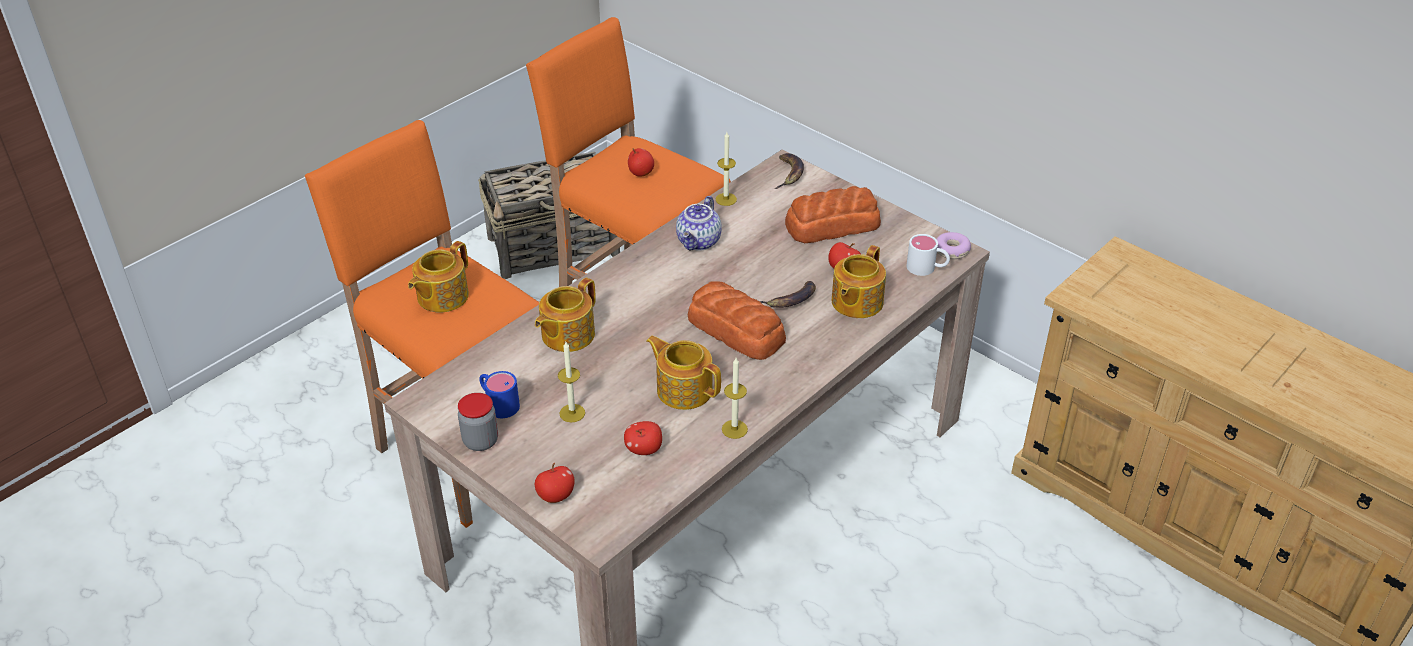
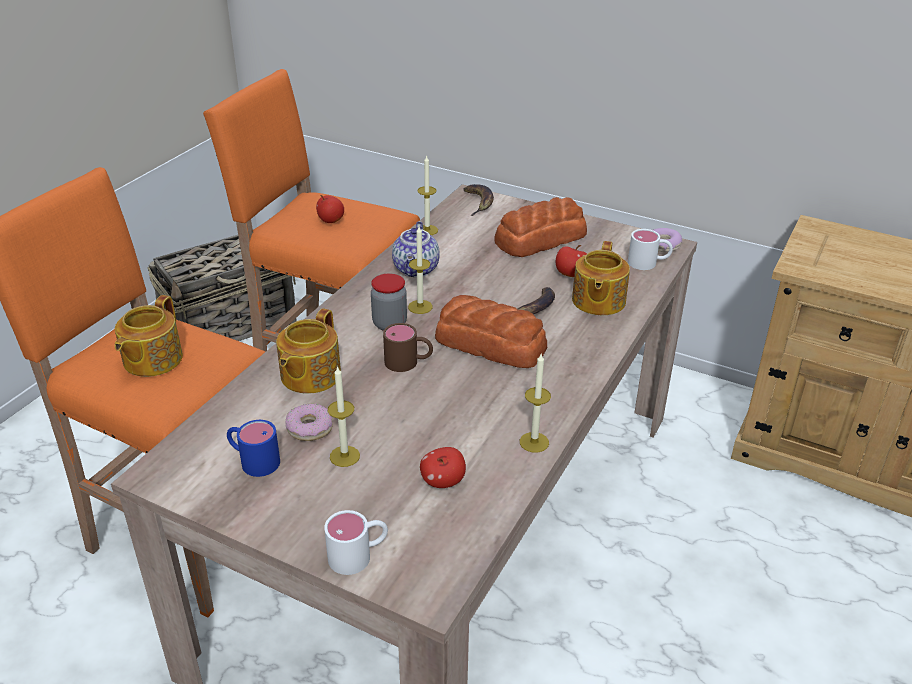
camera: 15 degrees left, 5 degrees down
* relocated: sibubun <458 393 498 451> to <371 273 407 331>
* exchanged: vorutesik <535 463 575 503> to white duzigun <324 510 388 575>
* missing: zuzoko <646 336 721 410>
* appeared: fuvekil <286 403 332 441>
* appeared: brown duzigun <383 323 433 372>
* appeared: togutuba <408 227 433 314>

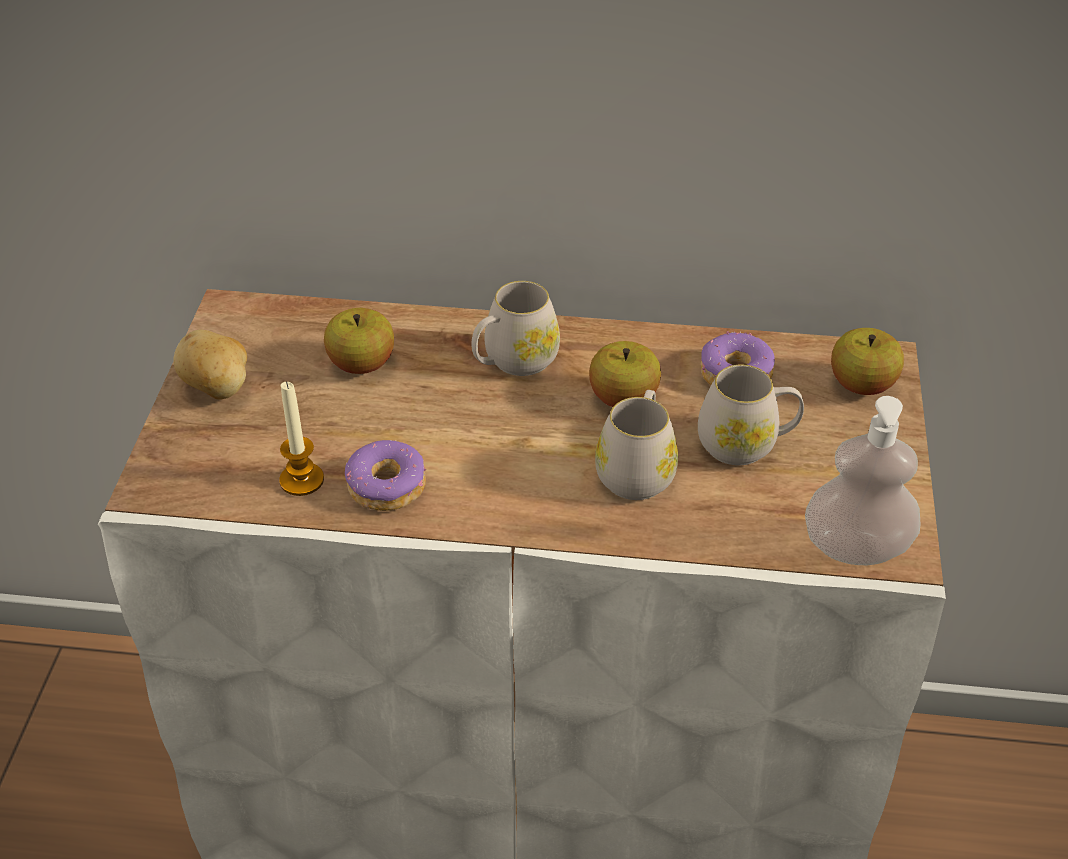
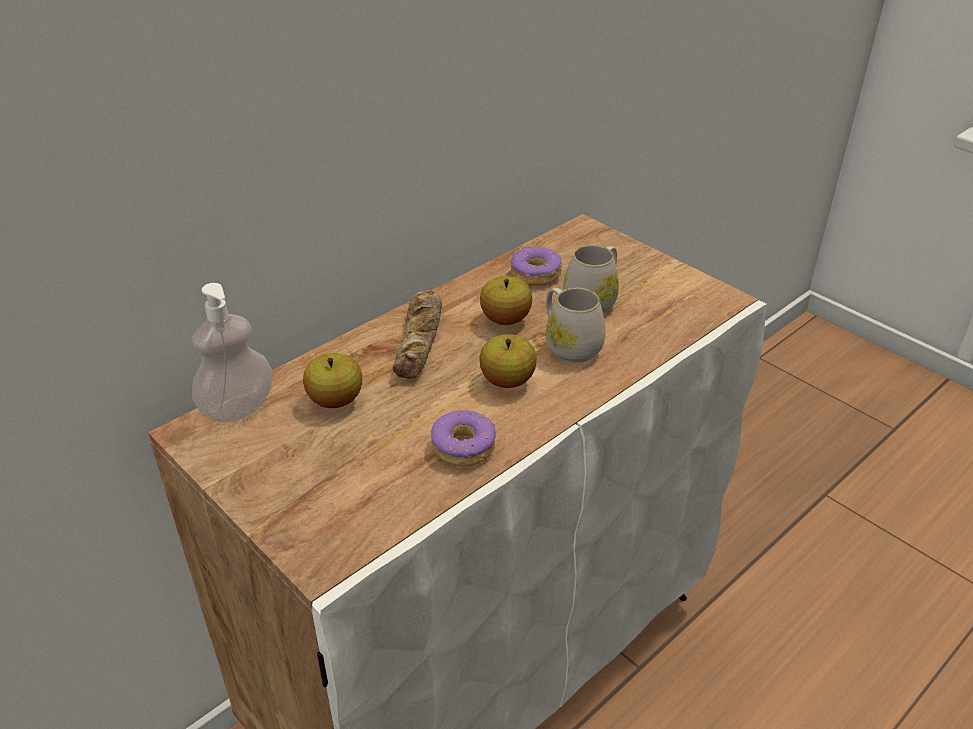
camera: 50 degrees left, 5 degrees down
* missing: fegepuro <173 330 247 400>
* missing: togutuba <279 381 324 496>
* exchanged: white duzigun <471 281 560 376> to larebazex <393 290 442 379>
* relocated: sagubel <805 396 921 565> to <192 283 273 422>
* relocated: vorutesik <831 328 904 395> to <479 334 537 388>

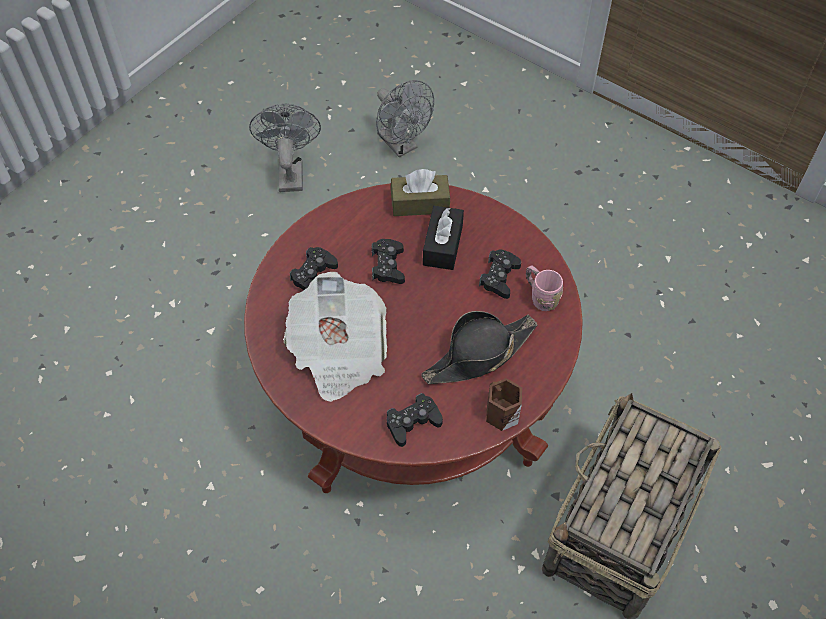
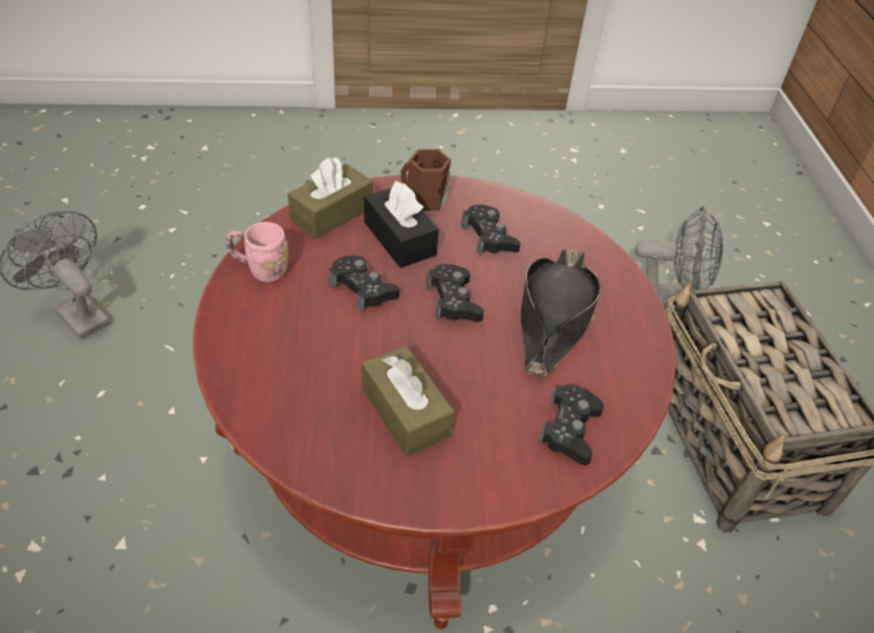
camera: 45 degrees left, 10 degrees down
* exchanged: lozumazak <283 272 387 402> to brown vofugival <362 346 455 457>
* relocated: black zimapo <290 247 338 290> to <426 264 484 322>
* relocated: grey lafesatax <376 80 434 157> to <635 206 723 311>
* relocated: brown duzigun <486 378 522 431> to <401 149 451 211>
* relocated: pink duzigun <526 266 563 311> to <225 222 288 282>

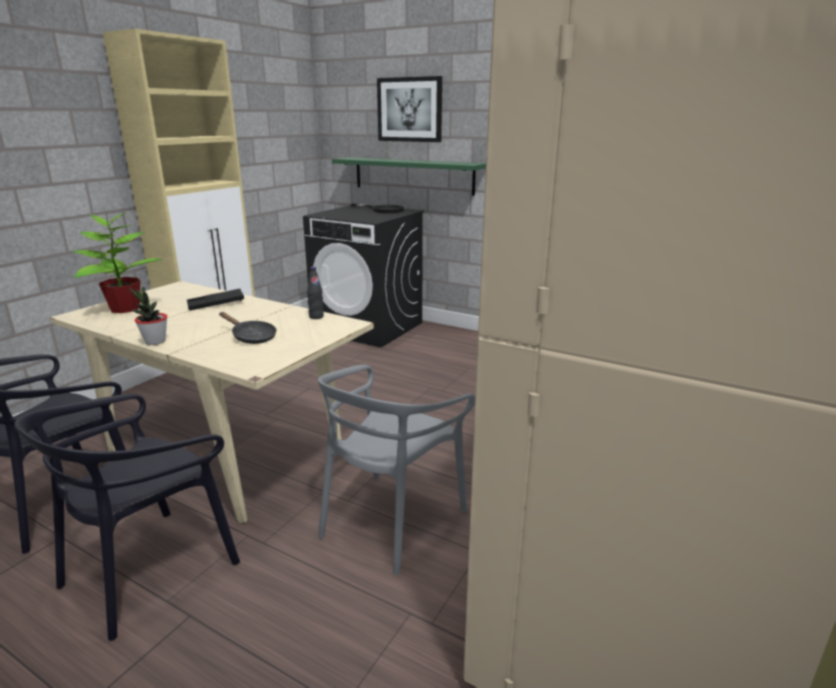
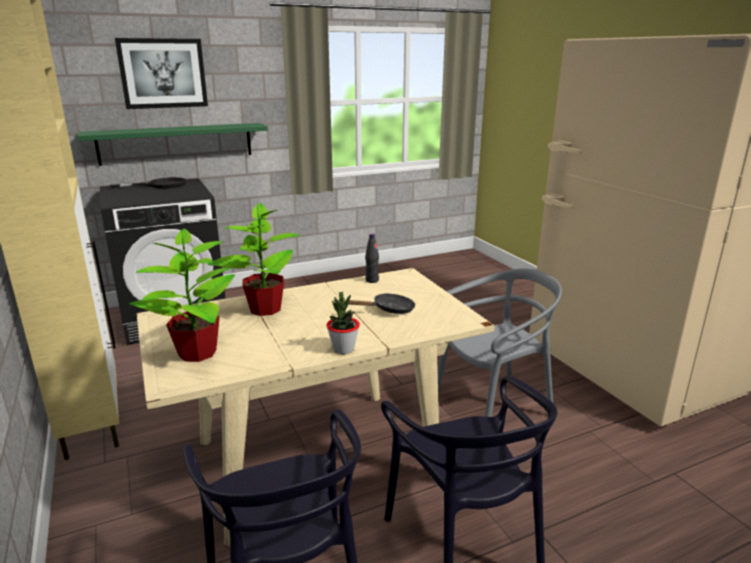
camera: 55 degrees left, 0 degrees up
* exchanged: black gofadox <187 289 244 310> to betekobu <208 201 301 316>
* spun: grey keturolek <318 365 475 575> = <438 268 562 417> 90 degrees counterclockwise

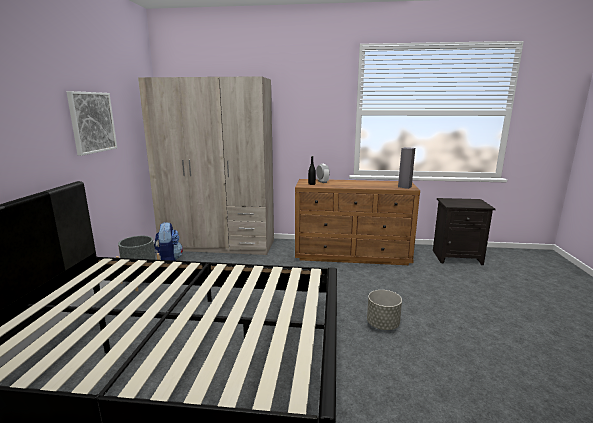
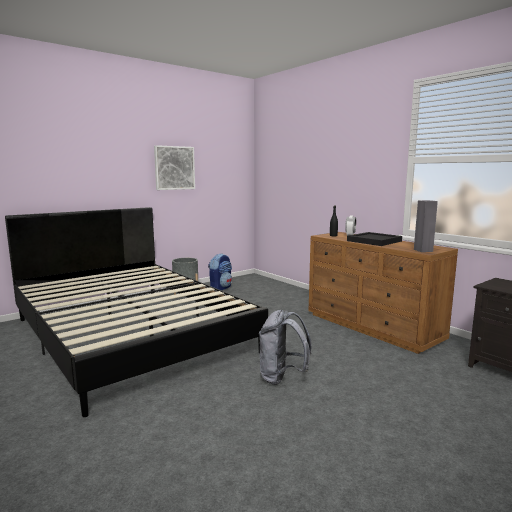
camera: 45 degrees right, 5 degrees down
* missing: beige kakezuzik <138 76 274 255>
* exchanged: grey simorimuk <367 290 402 330> to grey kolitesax <259 310 312 385>
* appeared: black gofadox <347 232 402 246>

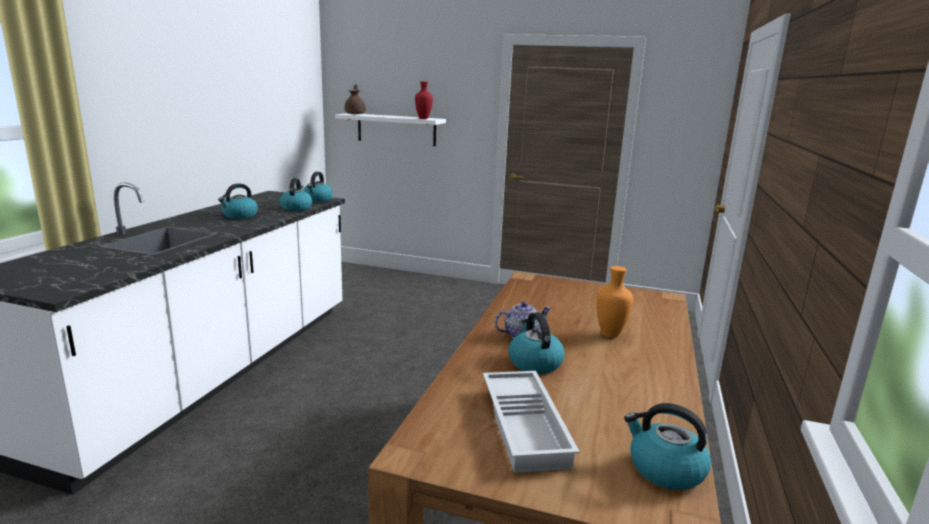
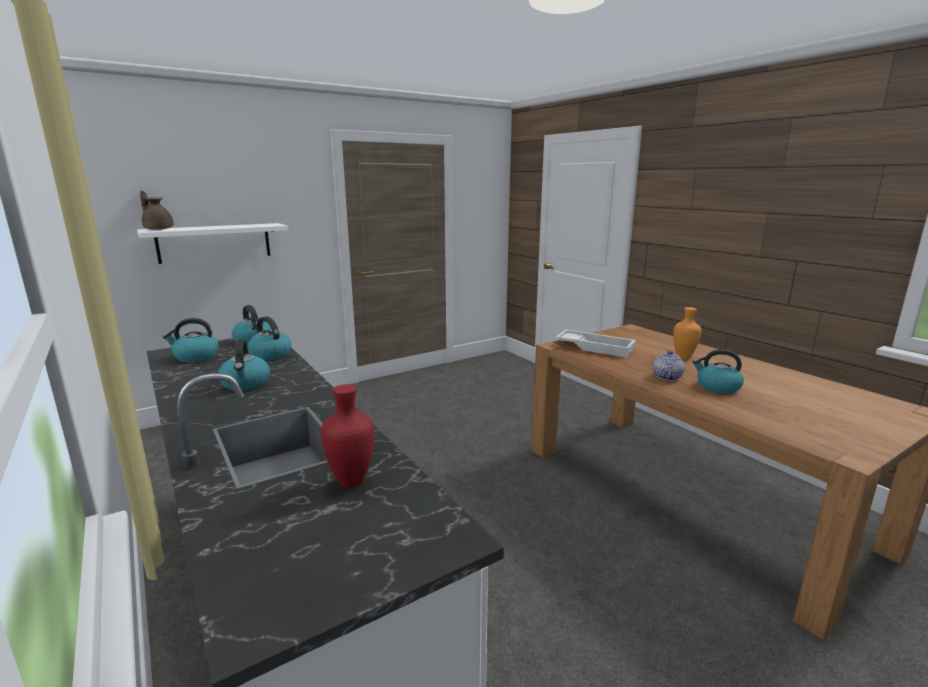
camera: 50 degrees left, 0 degrees up
* relocated: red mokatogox <415 81 433 119> to <321 384 374 488>
* relocated: white gofadox <483 371 580 473> to <556 330 636 357>
* relocated: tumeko <624 403 711 490> to <163 318 219 362>

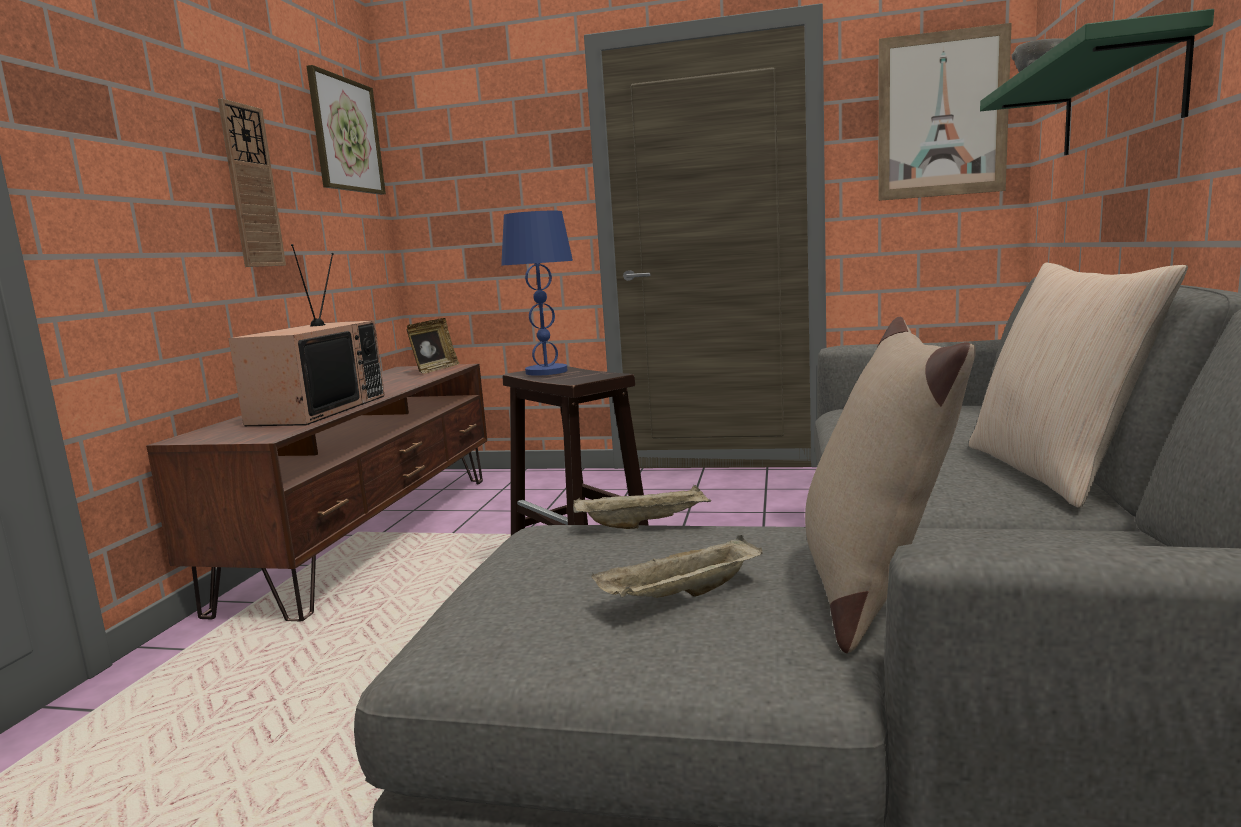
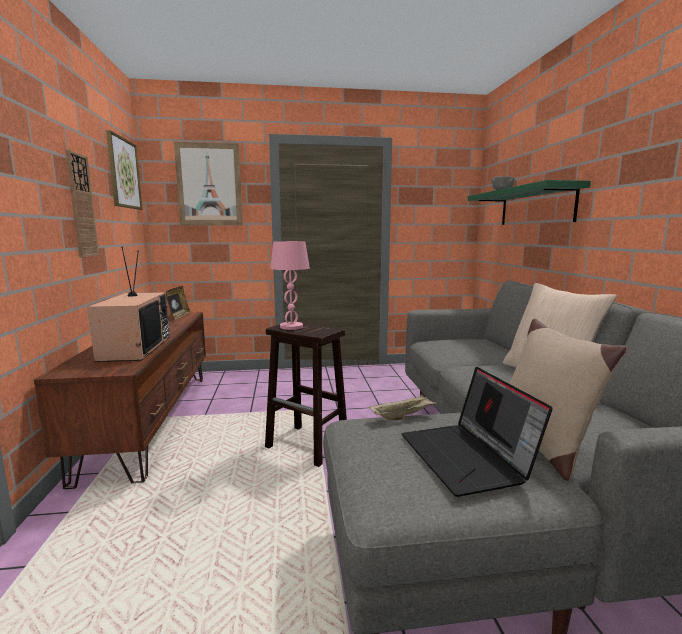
camera: 20 degrees left, 0 degrees up
* colour: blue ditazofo <501 211 573 376> to pink ditazofo <270 241 310 330>
* exchanged: beige gofadox <592 535 763 598> to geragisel <402 367 553 497>
* relocated: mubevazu <878 23 1012 201> to <174 142 243 226>

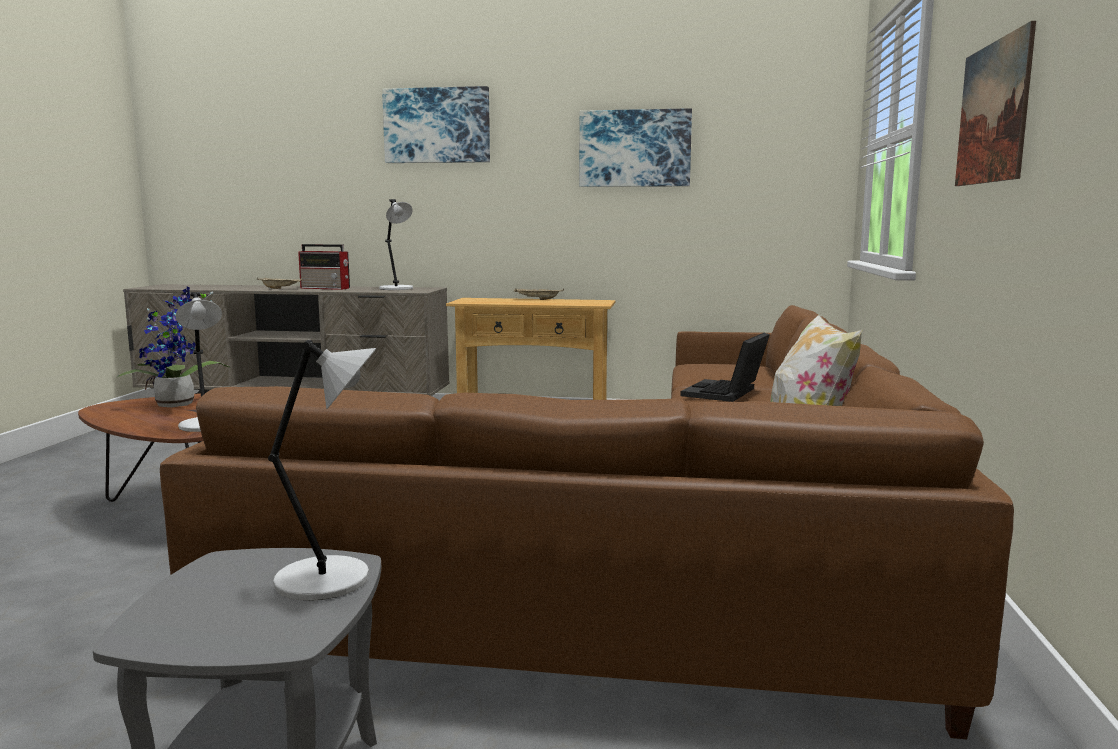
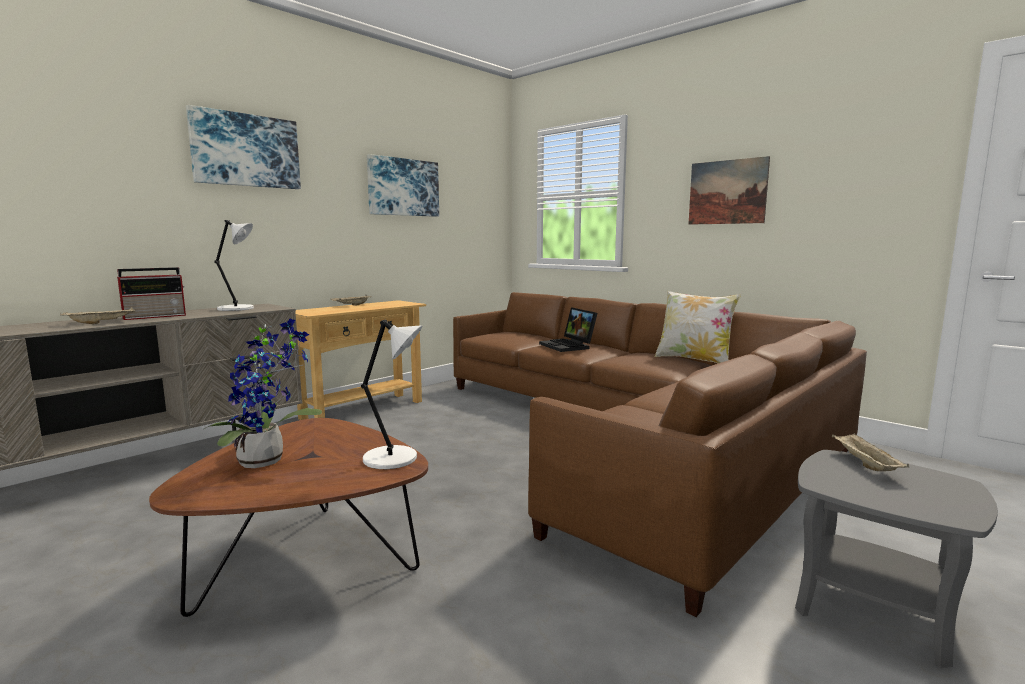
camera: 55 degrees left, 0 degrees up
* exchanged: grey ditazofo <268 340 376 601> to beige gofadox <832 433 909 471>

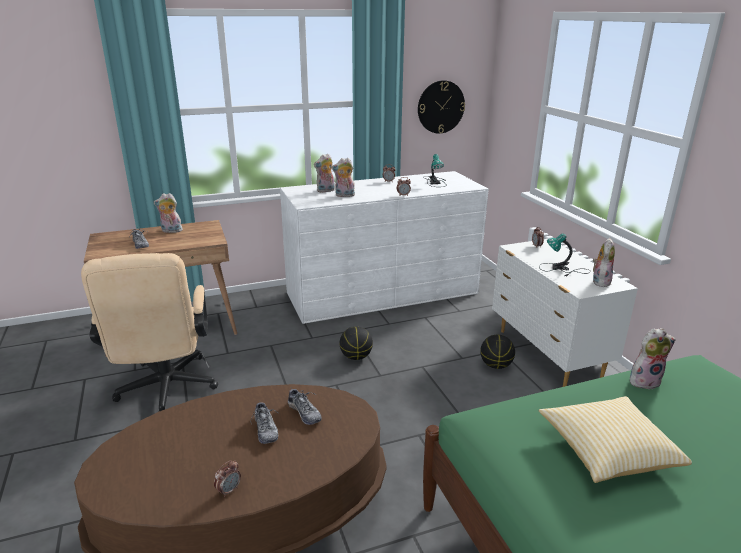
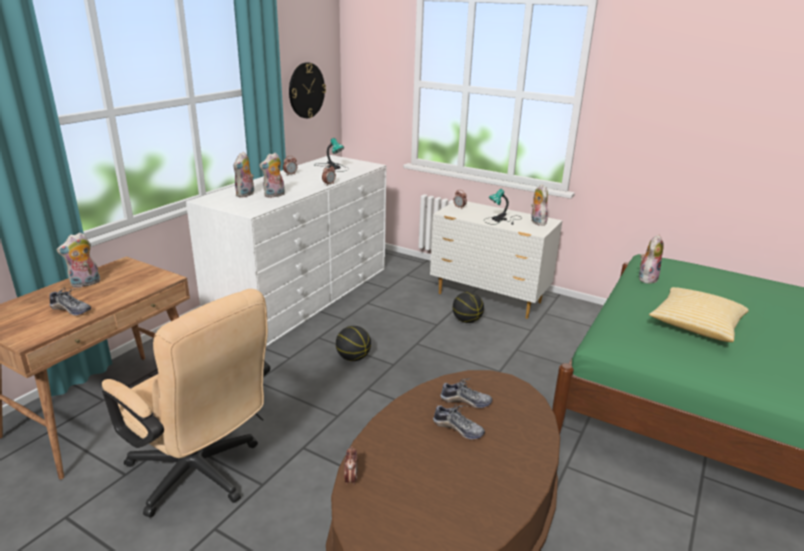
camera: 40 degrees left, 0 degrees up
* relocated: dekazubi <214 460 241 498> to <344 446 358 486>

